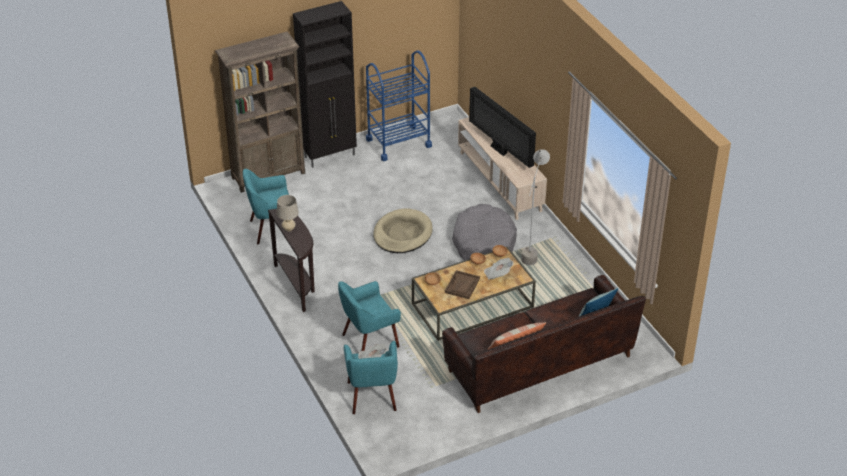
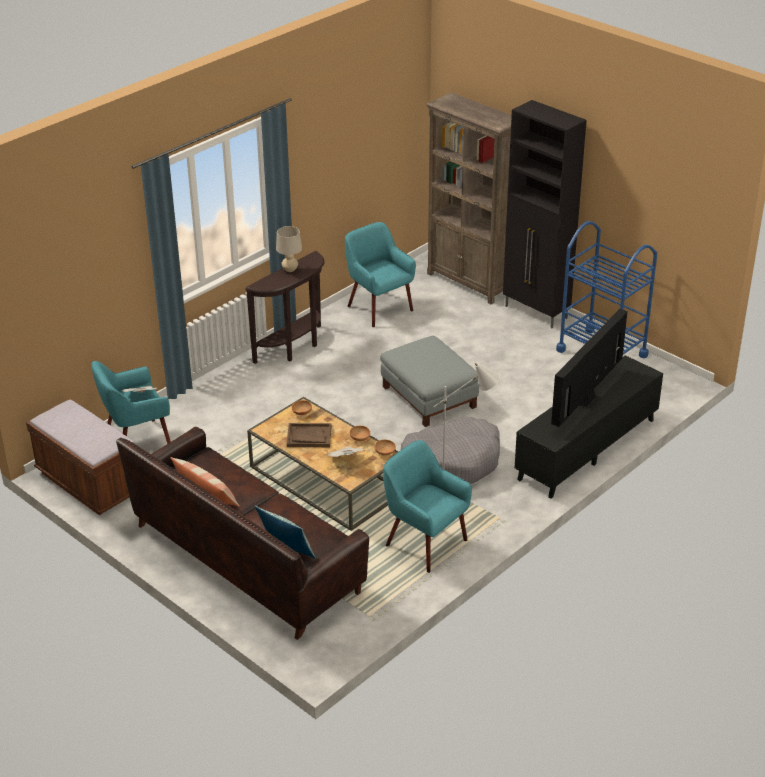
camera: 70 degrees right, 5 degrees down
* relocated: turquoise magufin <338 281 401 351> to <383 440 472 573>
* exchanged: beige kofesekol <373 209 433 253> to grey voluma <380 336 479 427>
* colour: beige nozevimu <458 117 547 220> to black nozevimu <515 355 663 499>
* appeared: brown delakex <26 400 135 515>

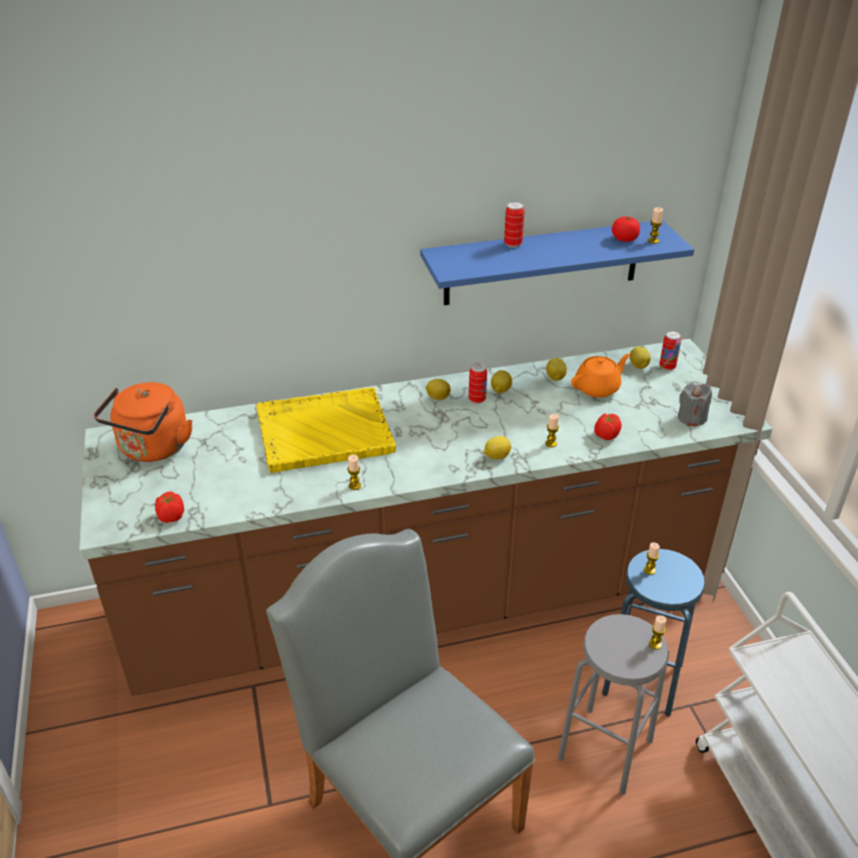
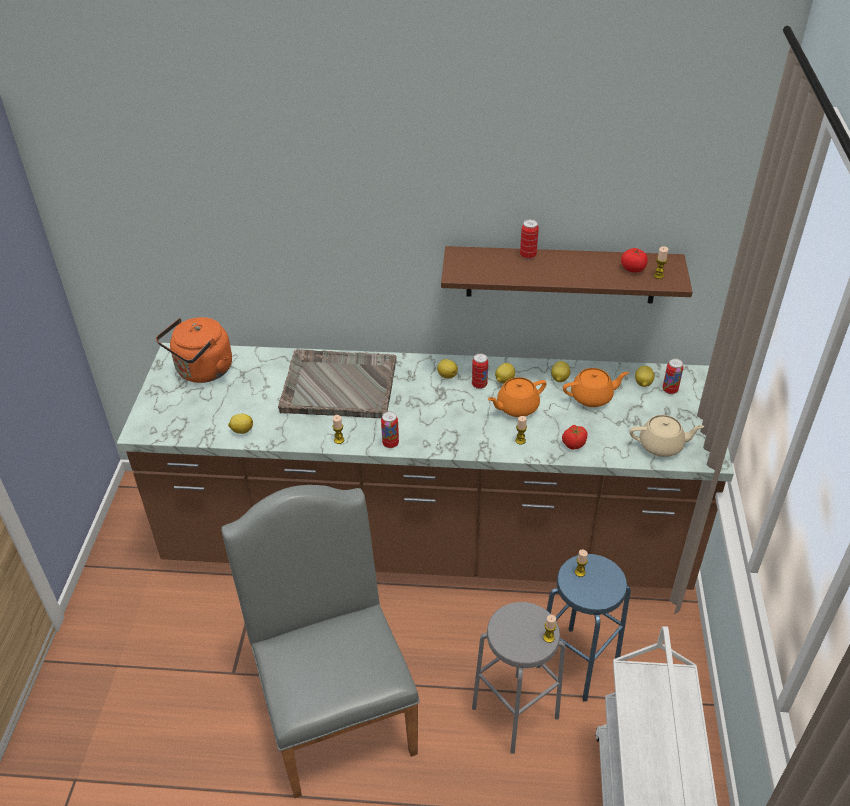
camera: 20 degrees right, 5 degrees up
* missing: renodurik <155 492 184 523>
* colour: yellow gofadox <256 387 396 473> to grey gofadox <278 349 396 418>
* colour: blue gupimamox <420 220 694 305> to brown gupimamox <441 246 693 303>
* relocated: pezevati <483 436 511 460> to <228 414 253 434>
* exchanged: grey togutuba <678 383 712 426> to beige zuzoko <630 415 704 457>
* appeared: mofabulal <381 411 399 448>
* appeared: orange zuzoko <488 377 547 417>

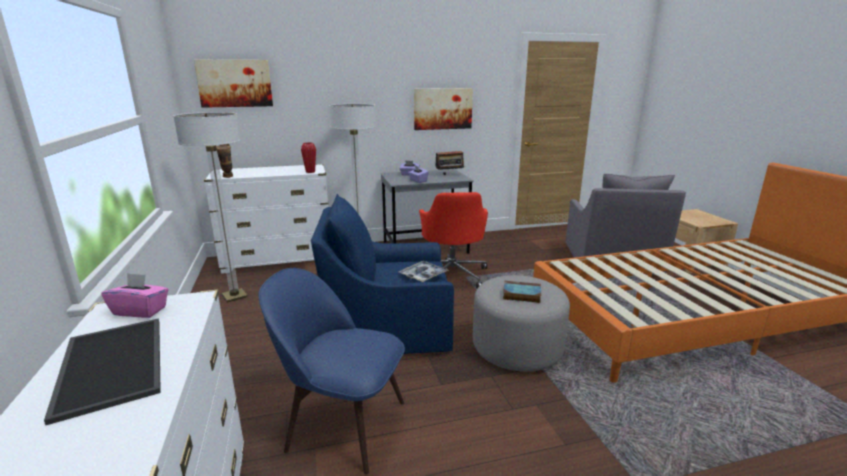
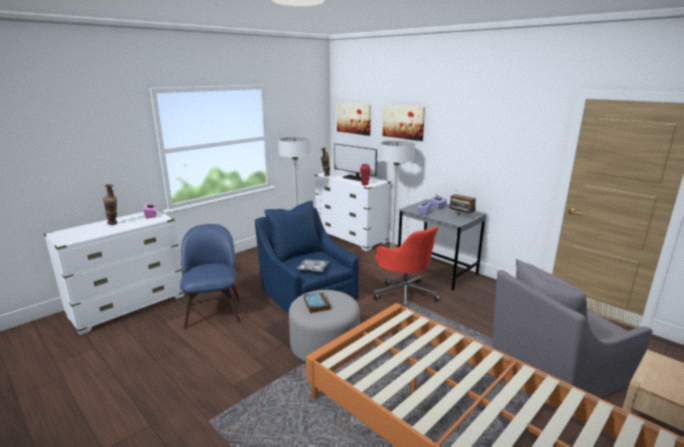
camera: 60 degrees right, 0 degrees up
* exchanged: gofadox <44 318 161 425> to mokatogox <103 184 117 225>
* relocated: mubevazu <414 88 473 130> to <383 104 425 141>
* spun: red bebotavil <419 192 488 288> = <373 226 440 309> 90 degrees counterclockwise
* appeared: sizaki <334 144 377 181>

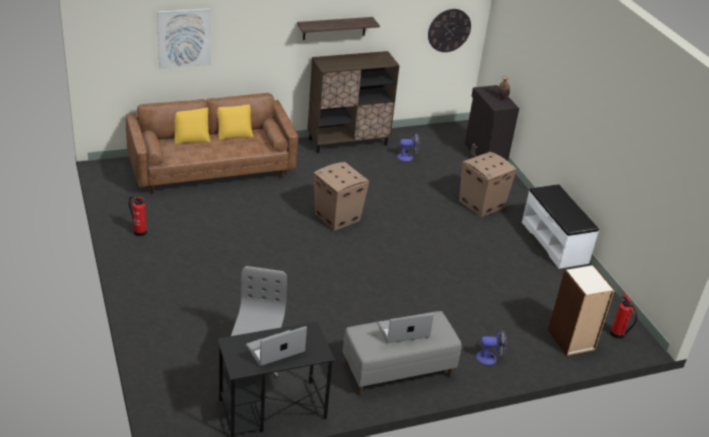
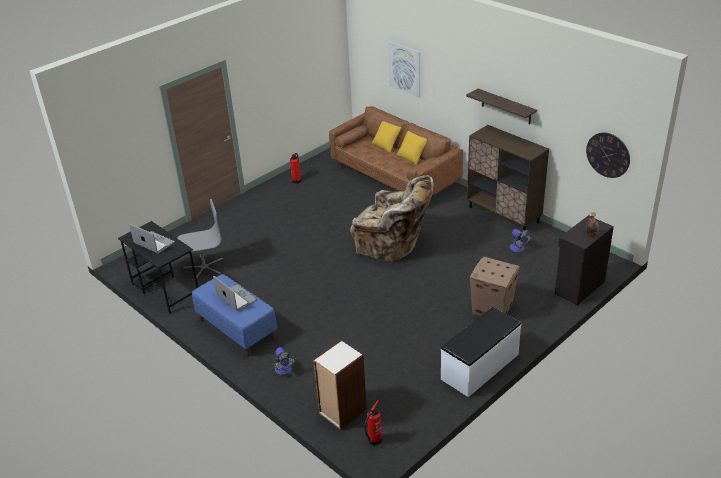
camera: 70 degrees right, 0 degrees up
* exchanged: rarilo <314 162 370 231> to beige magufin <350 175 434 262>
* colour: grey delakex <343 311 461 396> to blue delakex <192 274 277 357>

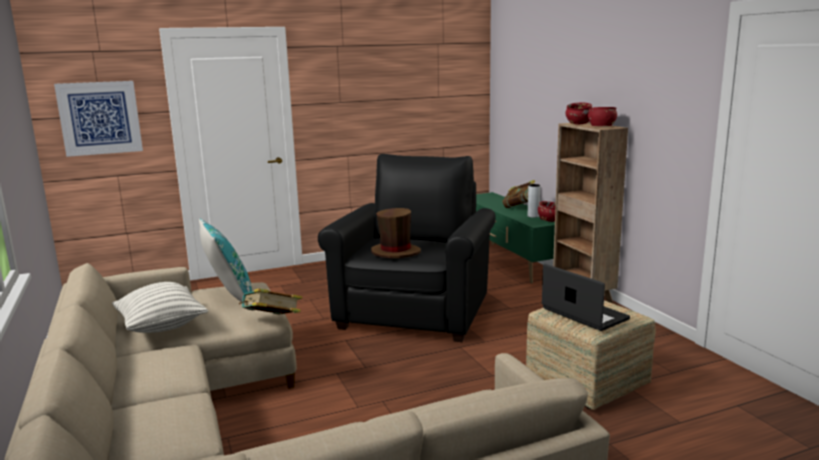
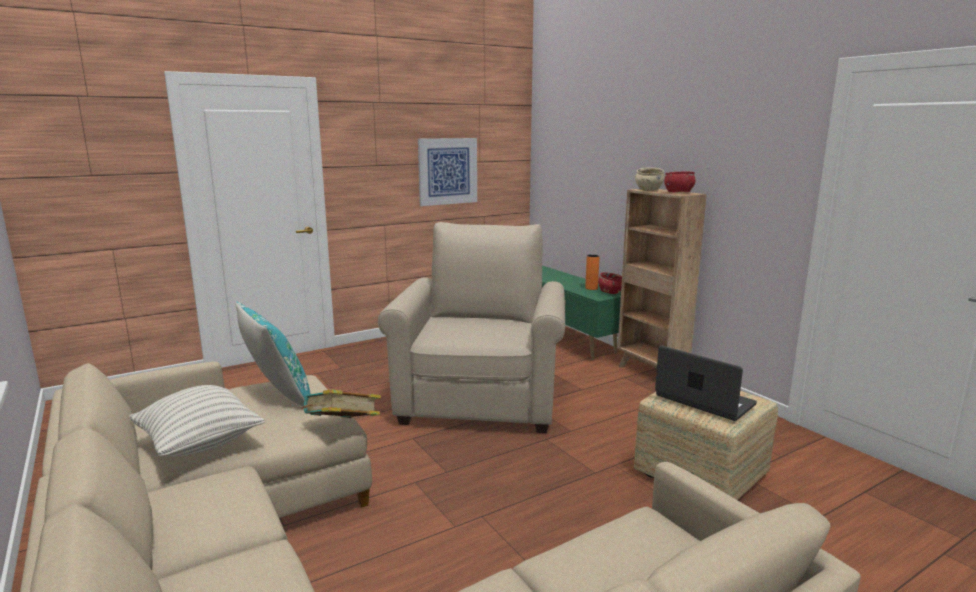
camera: 10 degrees left, 0 degrees up
* relocated: mubevazu <54 81 143 157> to <418 138 477 206>
* colour: black magufin <318 154 496 342> to beige magufin <378 222 565 433>
* missing: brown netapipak <371 208 421 258>
* missing: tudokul <502 180 535 208>
* colour: grey mokatogox <528 184 540 218> to orange mokatogox <585 254 600 290>
* colour: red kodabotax <565 103 592 124> to beige kodabotax <635 168 664 191>

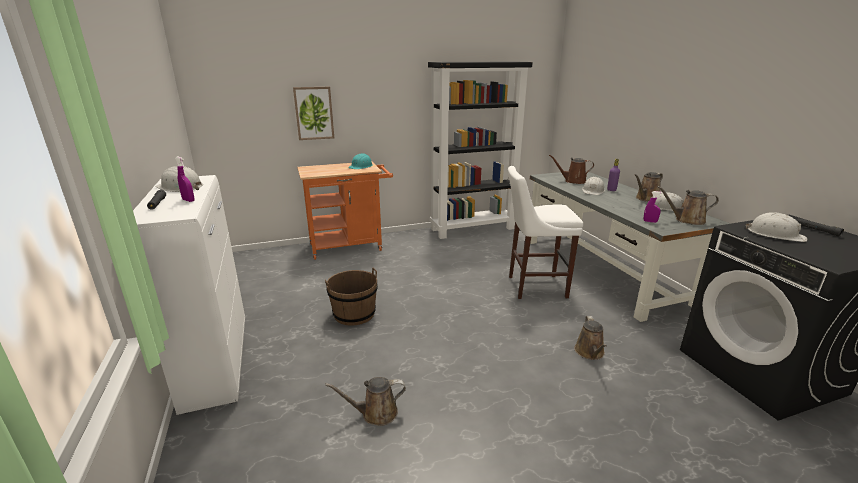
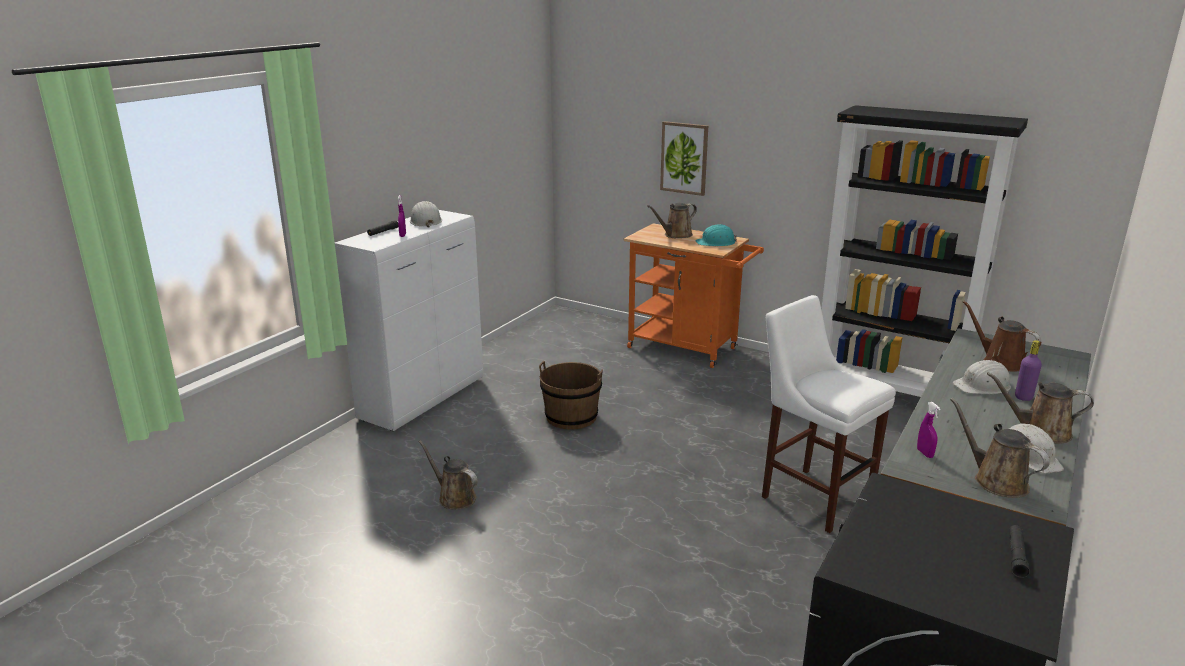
camera: 50 degrees right, 0 degrees up
* relocated: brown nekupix <574 316 607 360> to <647 203 697 238>
* missing: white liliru <746 212 807 242>

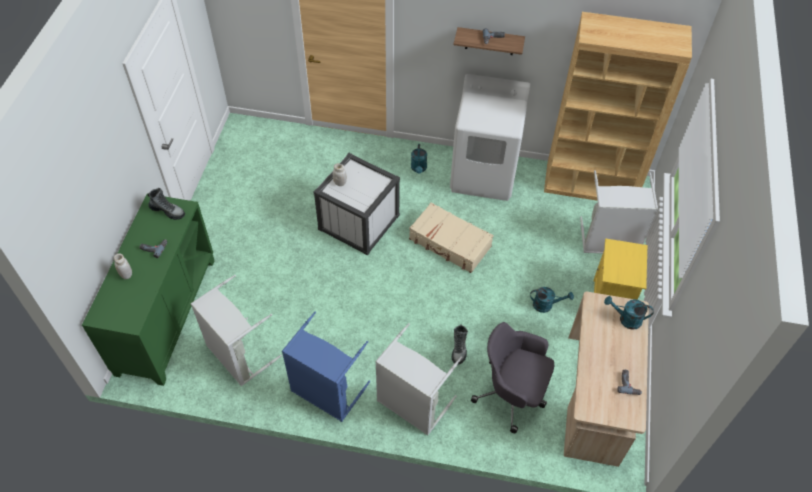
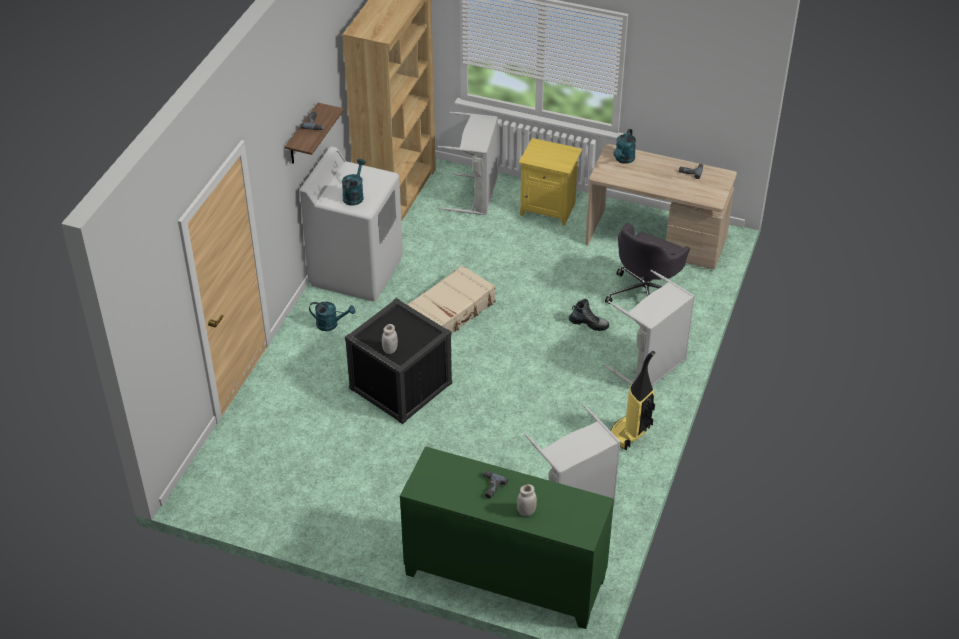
camera: 80 degrees left, 10 degrees down
* missing: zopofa <148 188 185 220>
* exchanged: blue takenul <282 312 370 422> to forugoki <610 351 655 450>
* colour: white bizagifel <313 153 400 255> to black bizagifel <345 298 452 424>
* relocated: turquoise nekupix <530 287 574 313> to <342 159 366 206>

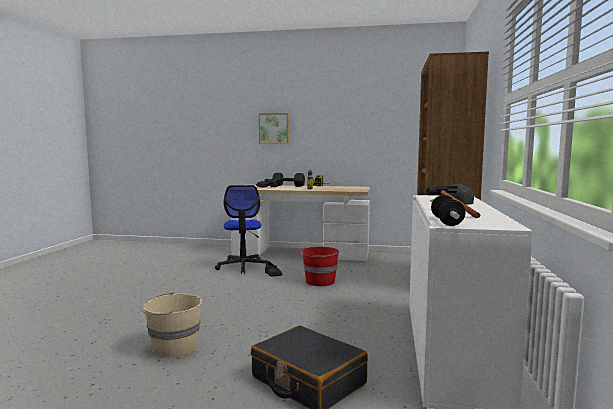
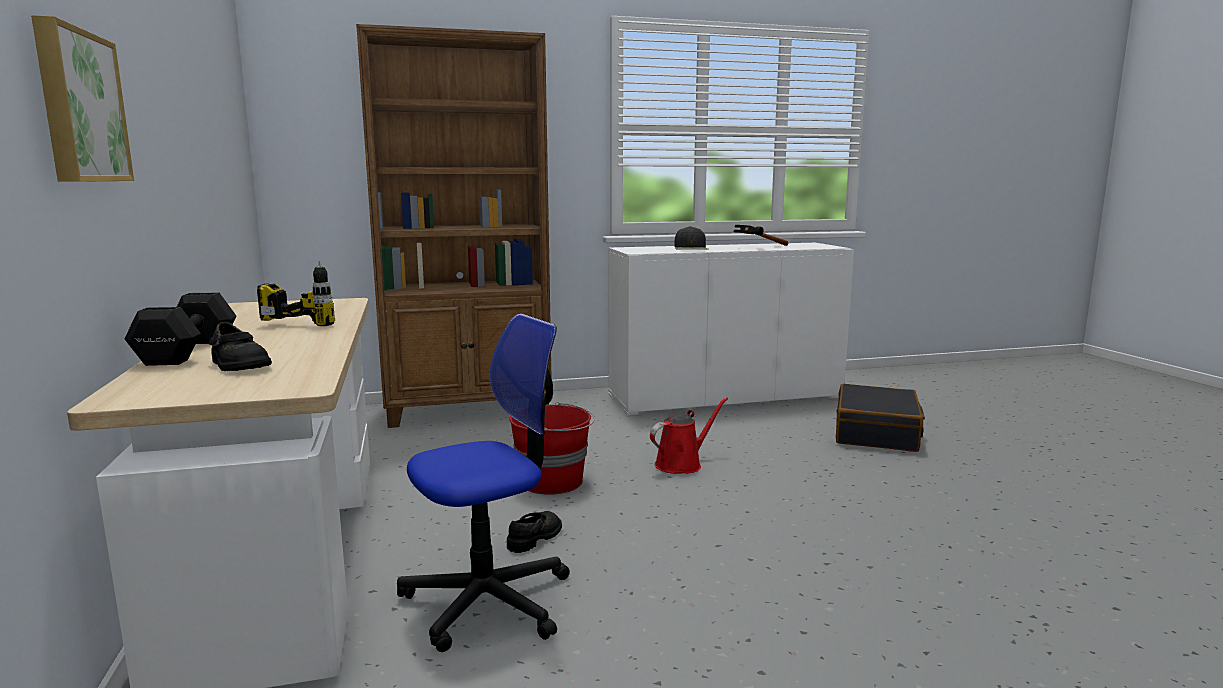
camera: 115 degrees left, 5 degrees up
* missing: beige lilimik <141 292 202 359>
* missing: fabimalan <431 195 465 226>
* appeared: red nekupix <650 397 728 474>

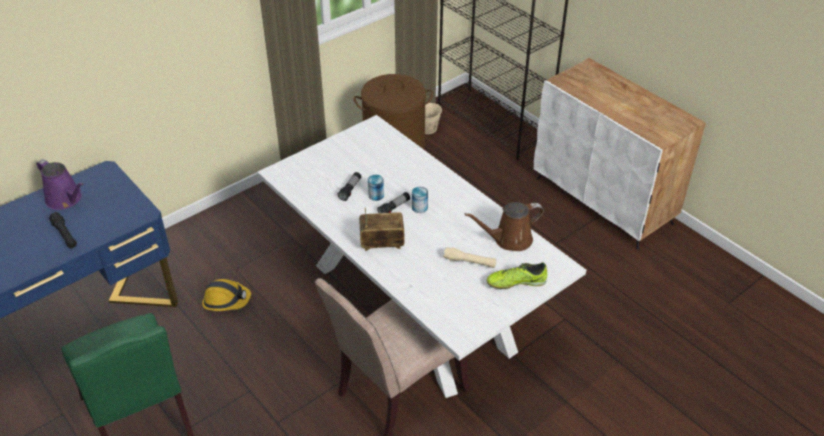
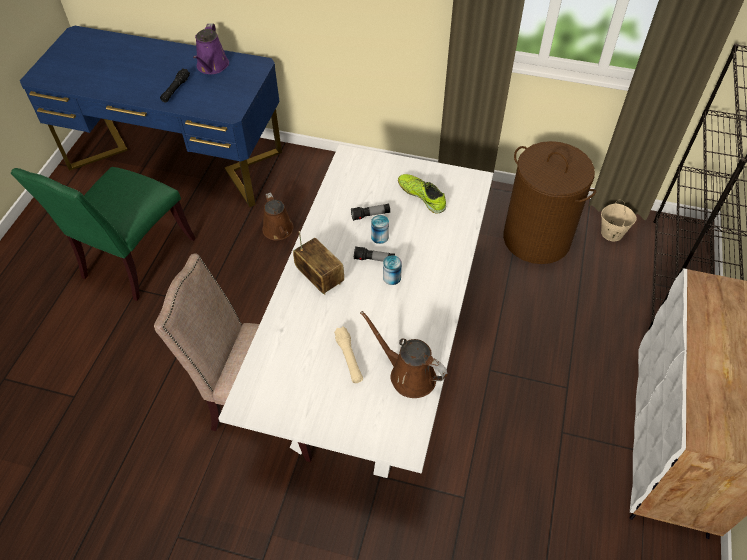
camera: 55 degrees right, 10 degrees up
* exchanged: liliru <202 279 251 311> to brown nekupix <263 192 293 241>
* relocated: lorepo <487 262 547 289> to <398 174 446 214>

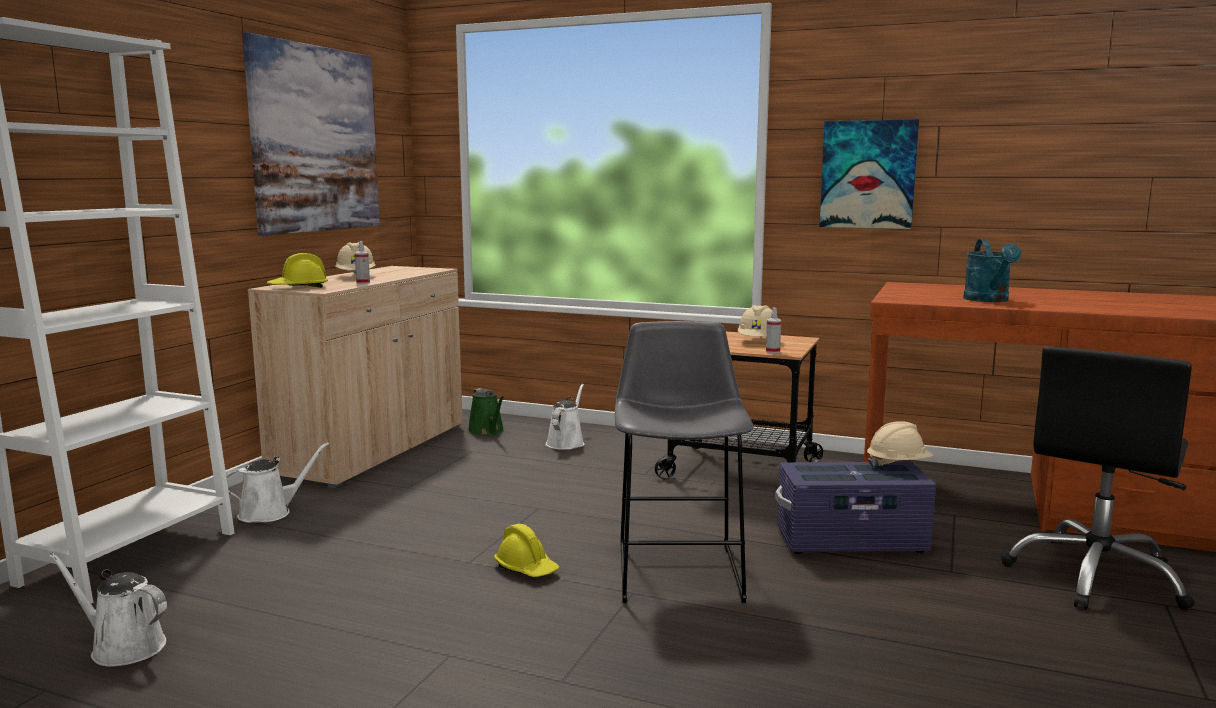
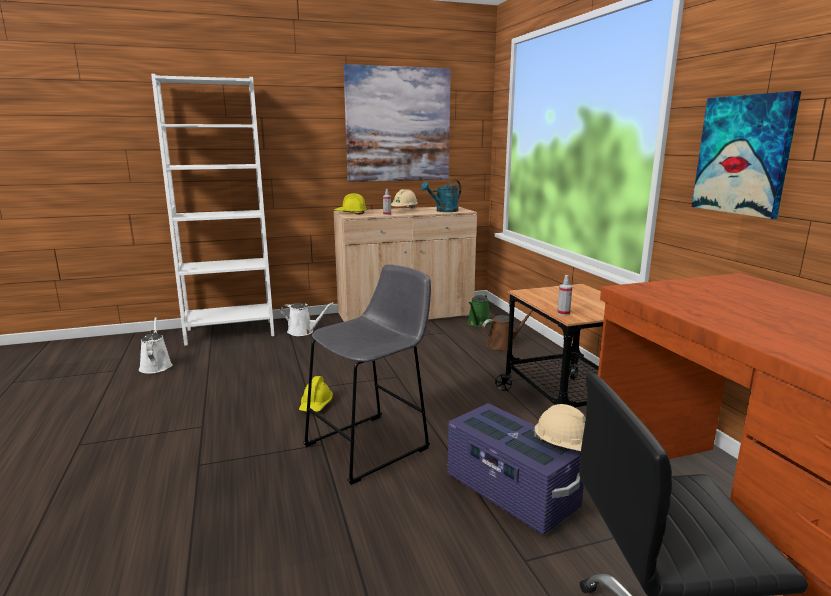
camera: 50 degrees right, 5 degrees up
* colour: white nekupix <546 384 584 450> to brown nekupix <482 310 533 351>
* missing: beige liliru <738 305 772 337>
* relocated: turquoise nekupix <963 239 1022 302> to <421 180 461 212>

